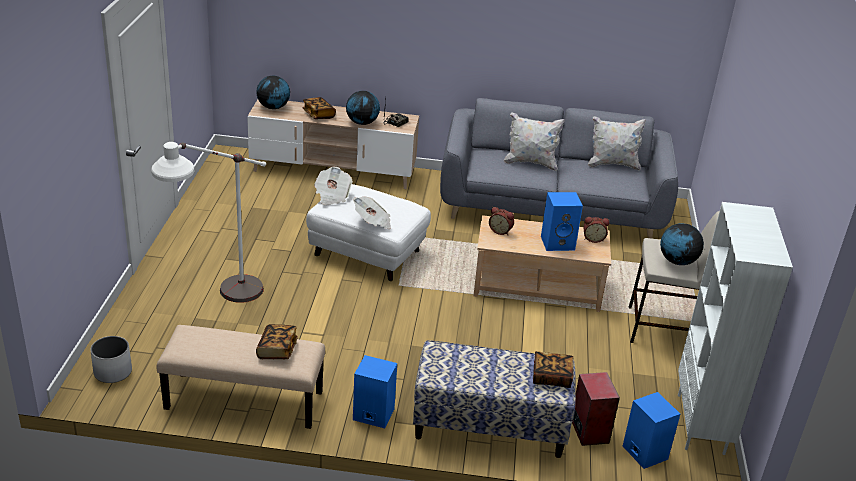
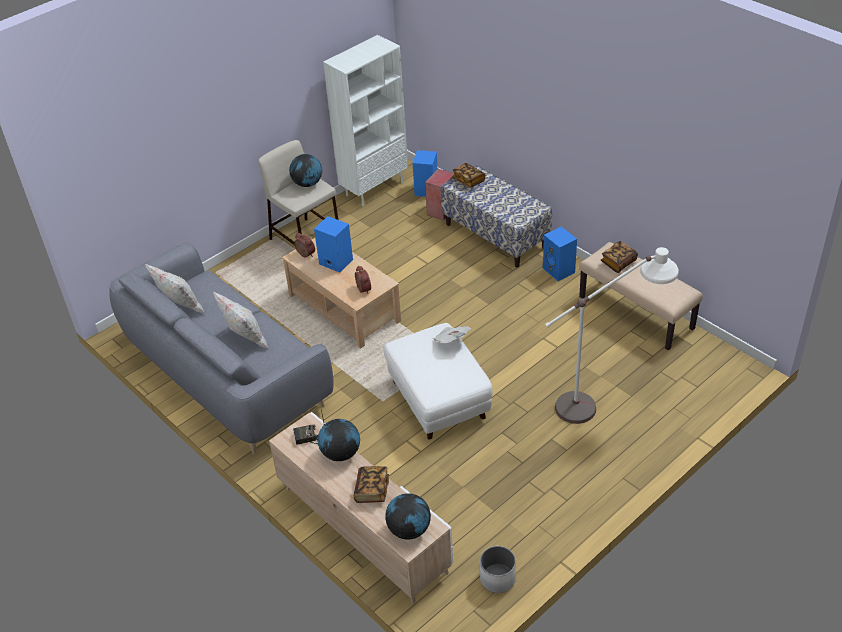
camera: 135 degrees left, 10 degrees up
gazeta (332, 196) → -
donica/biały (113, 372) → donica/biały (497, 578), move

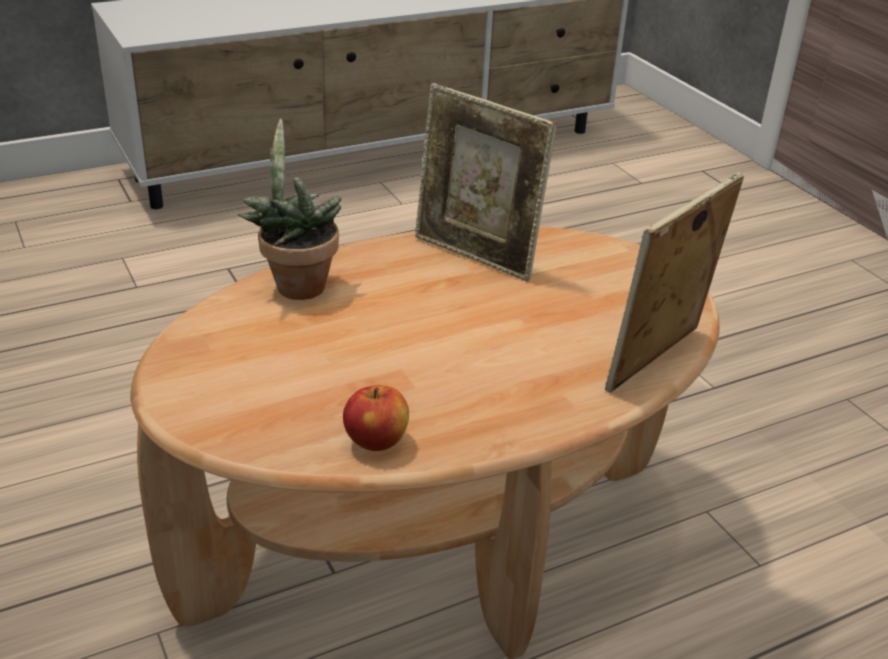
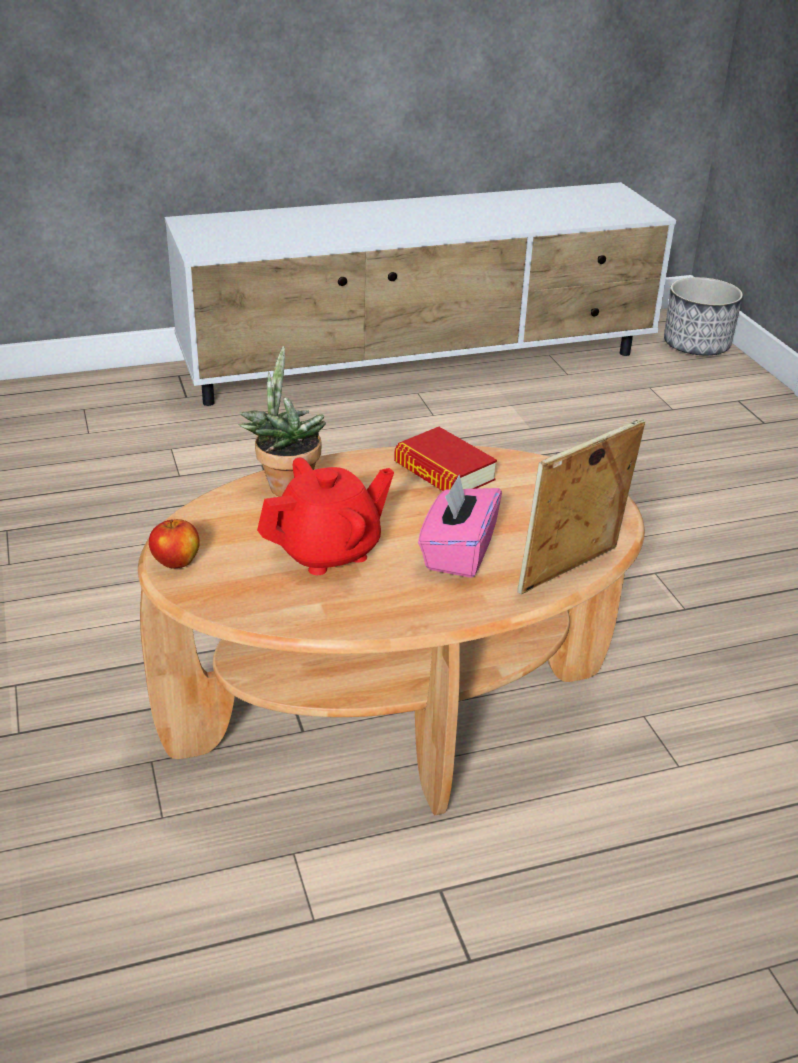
camera: 10 degrees right, 0 degrees up
- → imbryk/czerwony (328, 551)
- → pudełko chusteczek/różowy (458, 553)
- → donica (696, 346)
jabłko (376, 441) → jabłko (176, 562), move
ramka na zdjęcie (475, 256) → książka (444, 472)

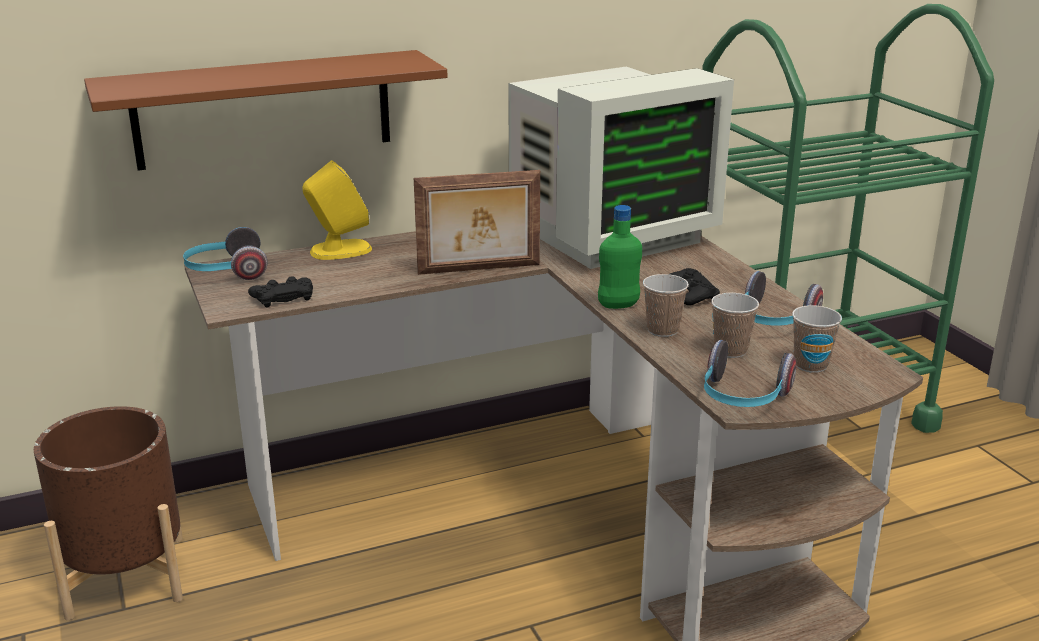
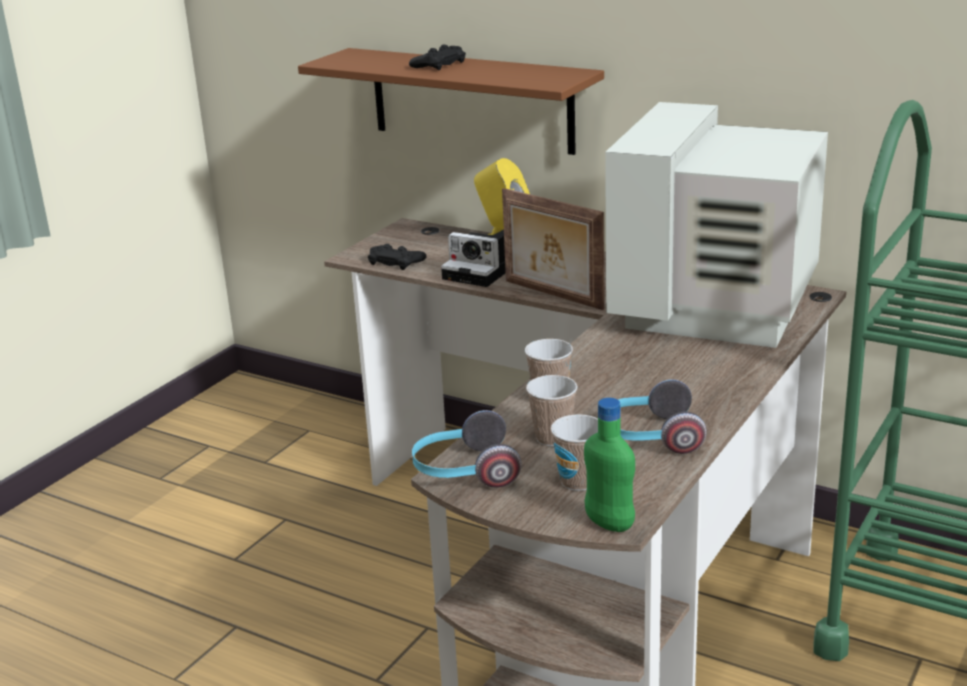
camera: 55 degrees right, 0 degrees up
donica/brązowy (126, 576) → -
słuchawki (226, 271) → -
- → aparat fotograficzny (483, 271)
butelka/zielony (618, 305) → butelka/zielony (609, 523), move
pad do gier/czarny (690, 293) → pad do gier/czarny (438, 64), move
monitor (607, 234) → monitor (718, 308), 90 degrees clockwise

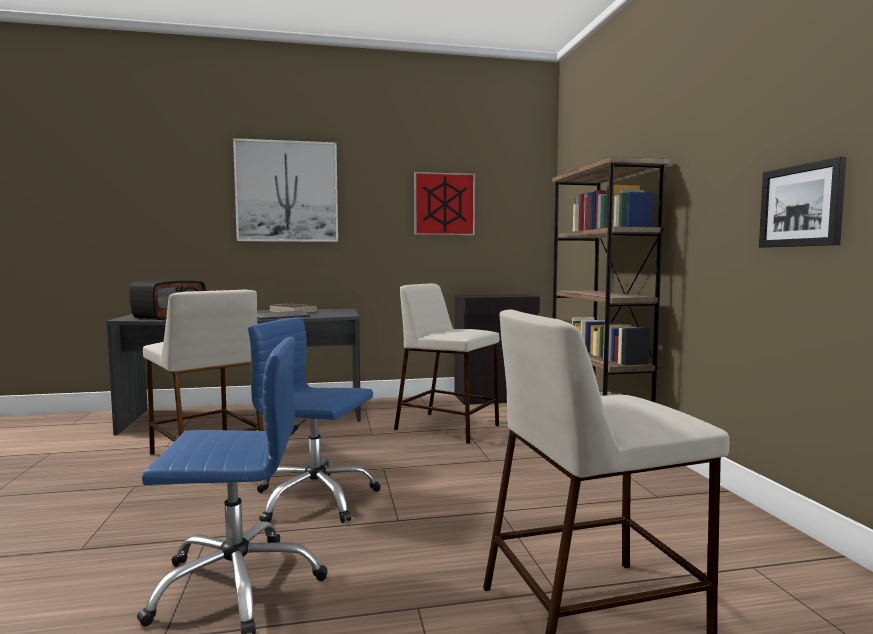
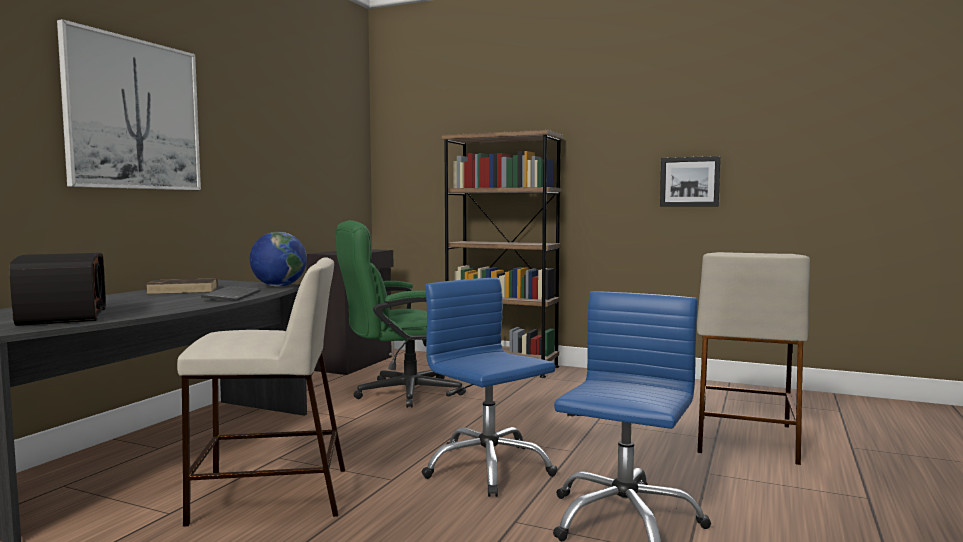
camera: 55 degrees left, 0 degrees up
obraz (444, 204) → -
- → globus (279, 286)
stołek/beżowy (448, 427) → krzesło biurowe/zielony (398, 393)
krzesło biurowe/niebieski (315, 499) → krzesło biurowe/niebieski (487, 468), 90 degrees clockwise

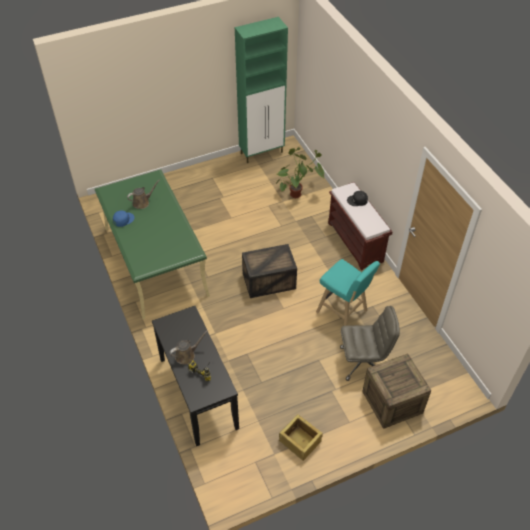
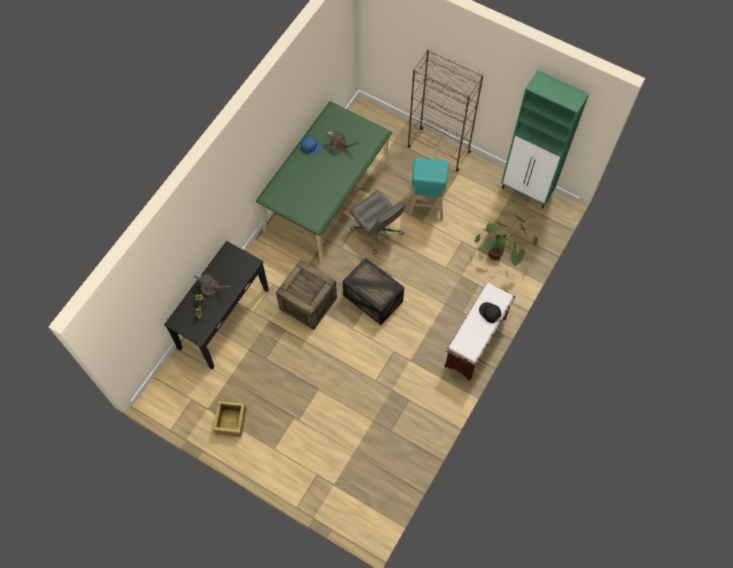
camera: 55 degrees right, 15 degrees up
- → regał/brązowy (438, 149)
stołek/turkusowy (343, 313) → stołek/turkusowy (426, 205), move
krzesło biurowe/szary (363, 362) → krzesło biurowe/szary (377, 232), move
skrzynka (392, 402) → skrzynka (308, 303), move

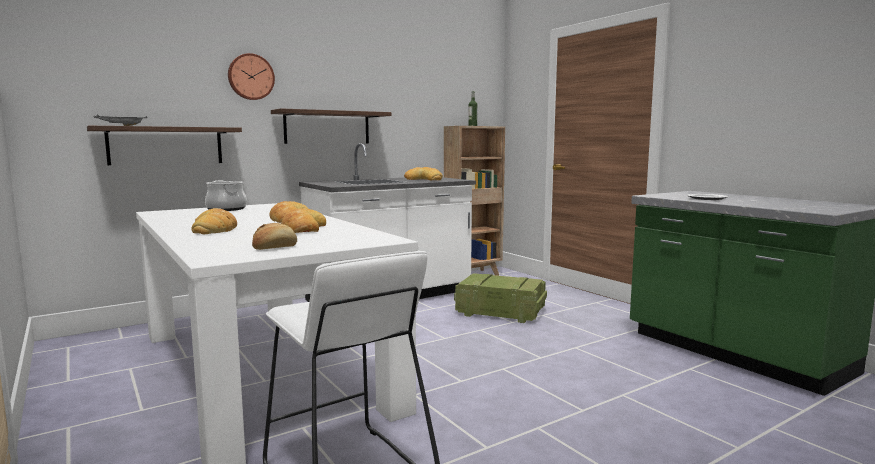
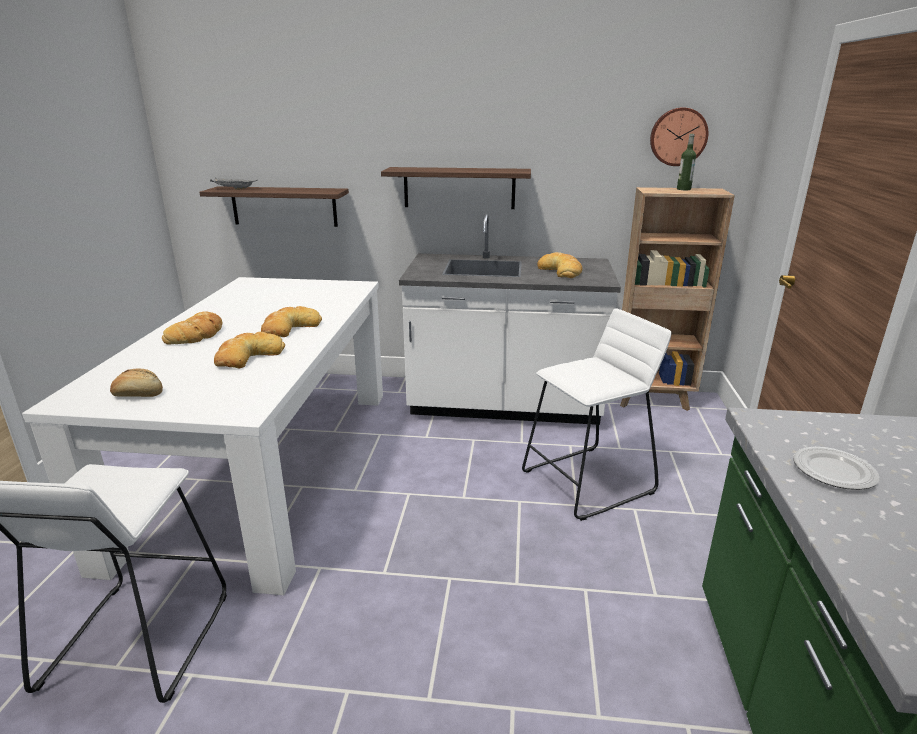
camera: 40 degrees right, 15 degrees up
garnek (226, 209) → -
zegar ścienny (250, 77) → zegar ścienny (678, 137), move
skrzynka (501, 312) → stołek/biały (588, 482)

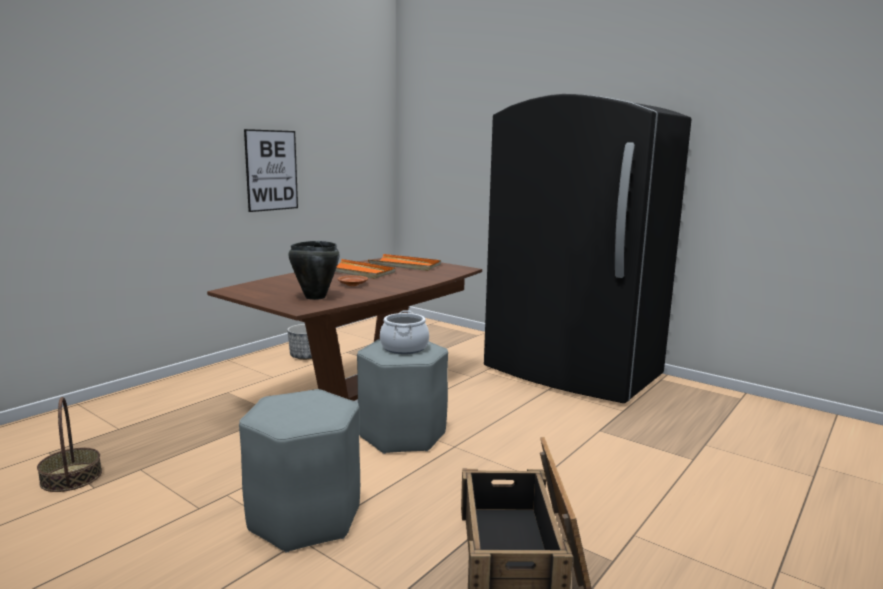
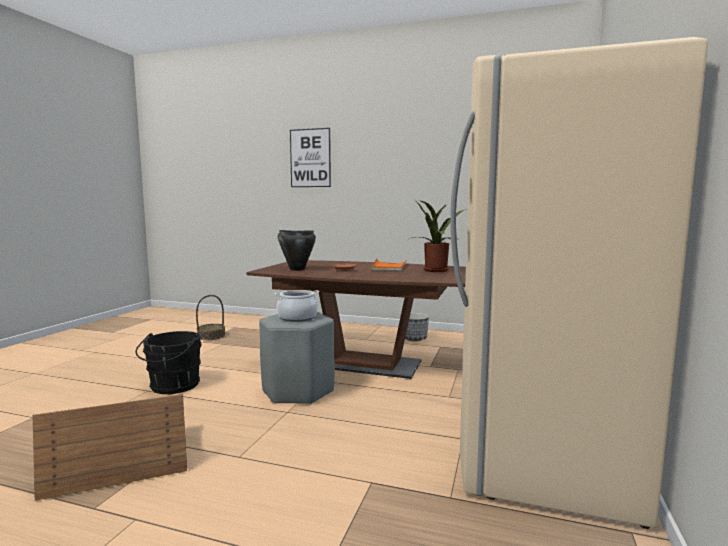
camera: 70 degrees right, 5 degrees down
obraz (271, 170) → obraz (310, 158), move
stołek/szary (305, 517) → wiadro/czarny (173, 386)
taca/pomarańczowy (405, 265) → roślina doniczkowa (437, 271)
lodówka/czarny (572, 372) → lodówka/beżowy (541, 448)

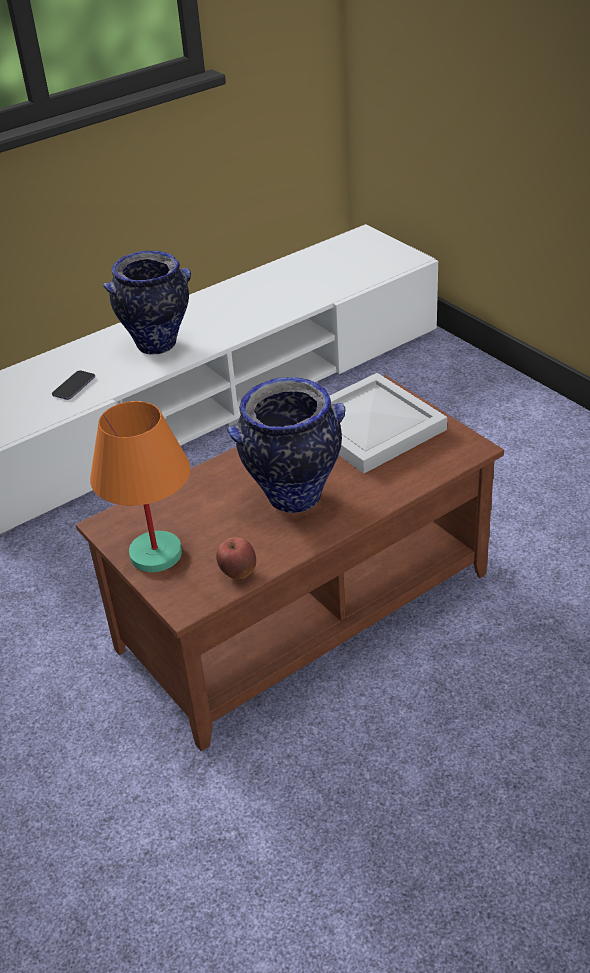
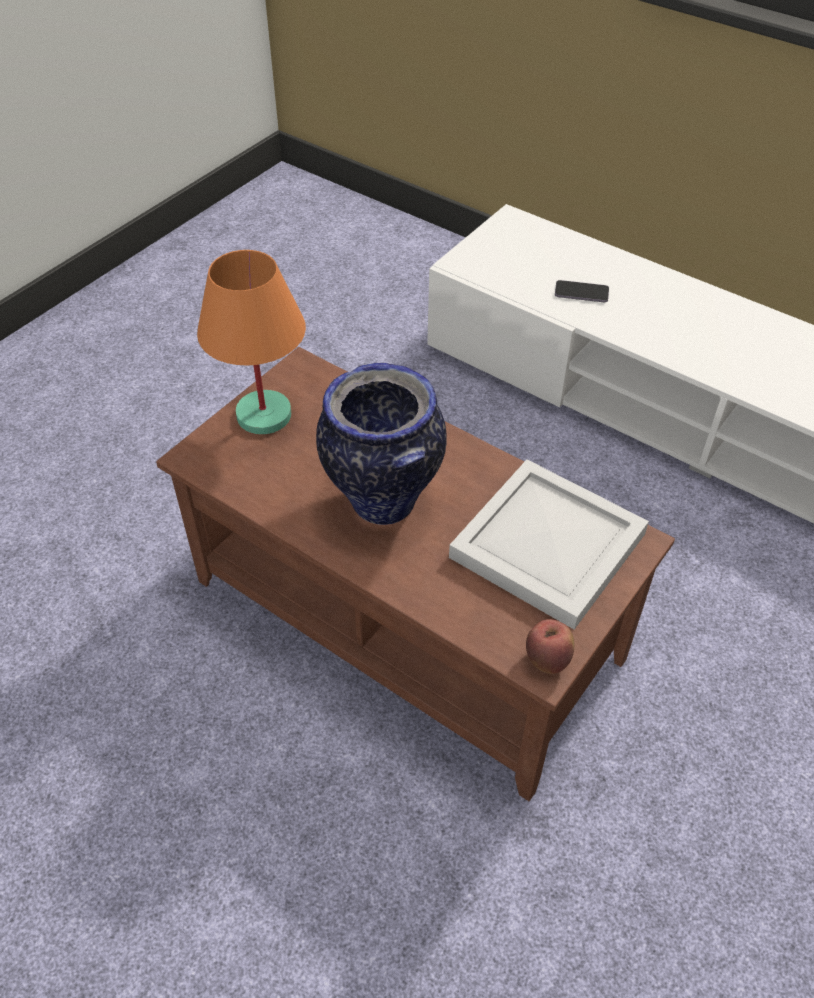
camera: 70 degrees right, 10 degrees up
wazon (158, 344) → -
jabłko (238, 573) → jabłko (547, 660), move

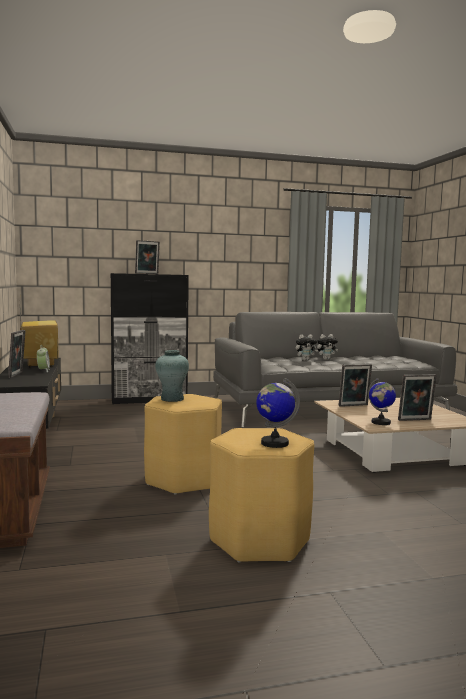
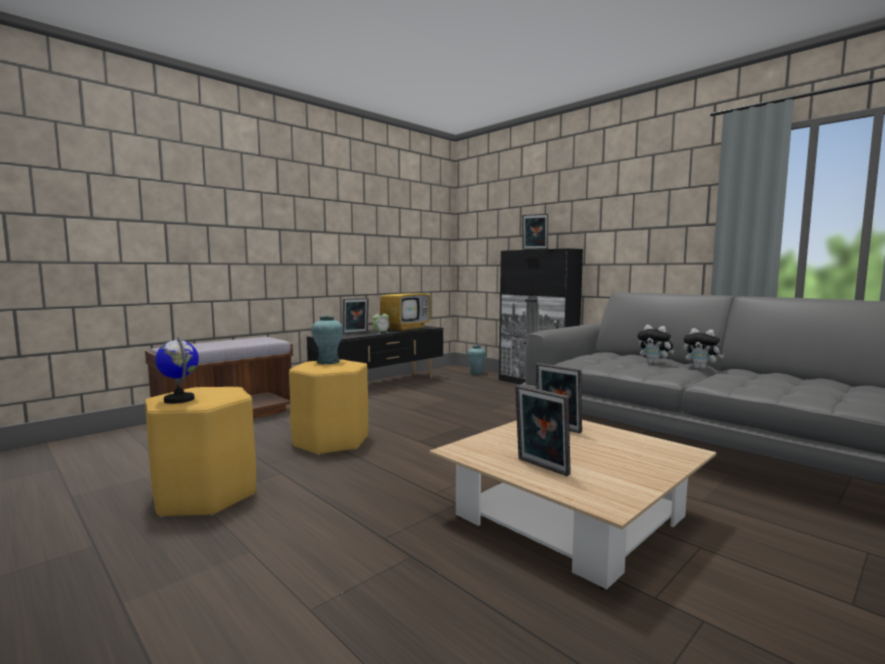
camera: 60 degrees right, 0 degrees up
globus (381, 422) → -
- → wazon/turkusowy (476, 373)

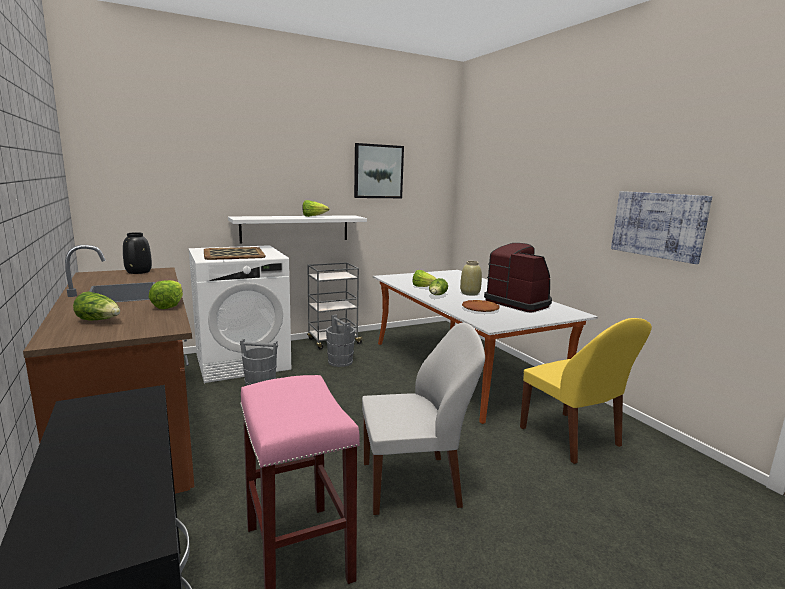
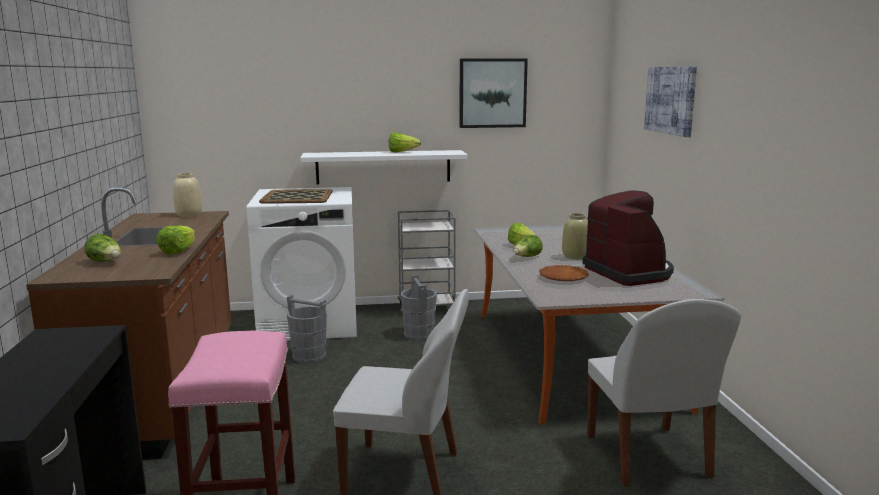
camera: 20 degrees right, 0 degrees up
obraz (658, 225) → obraz (670, 100), move
wazon/czarny (139, 272) → wazon/beżowy (189, 215)
krzesło/żółty (571, 438) → krzesło/biały (648, 458)

